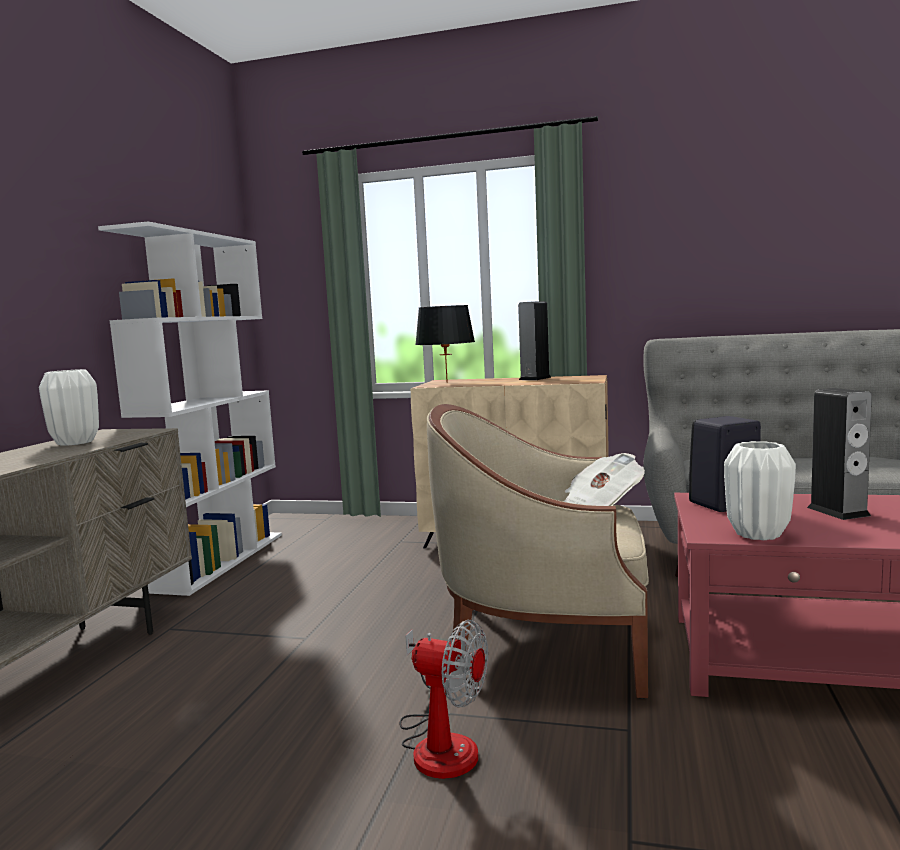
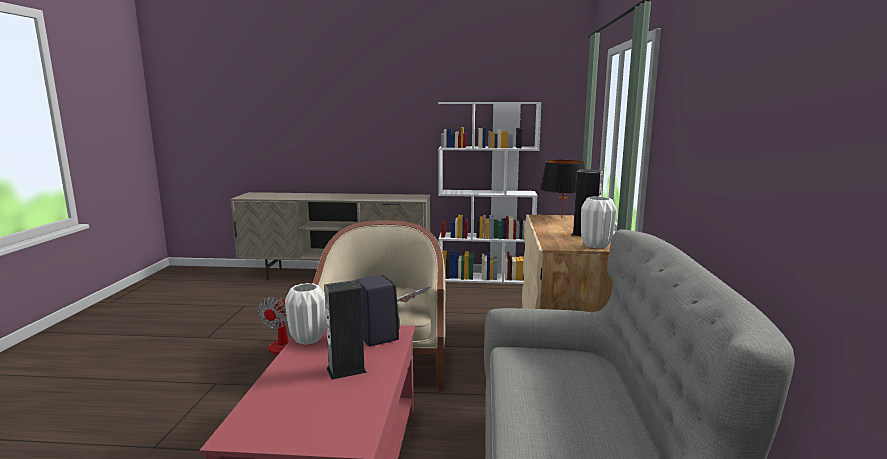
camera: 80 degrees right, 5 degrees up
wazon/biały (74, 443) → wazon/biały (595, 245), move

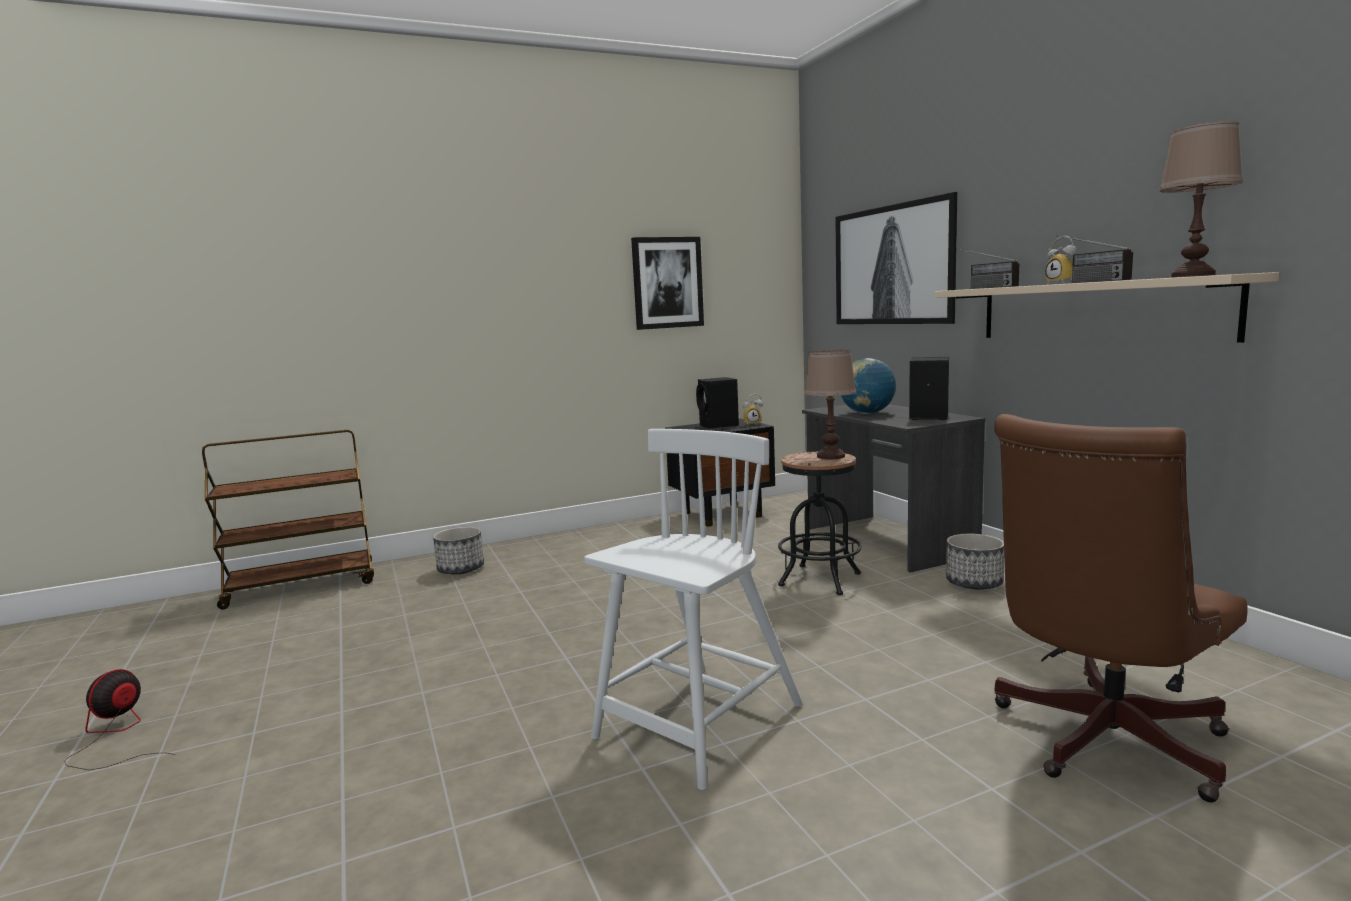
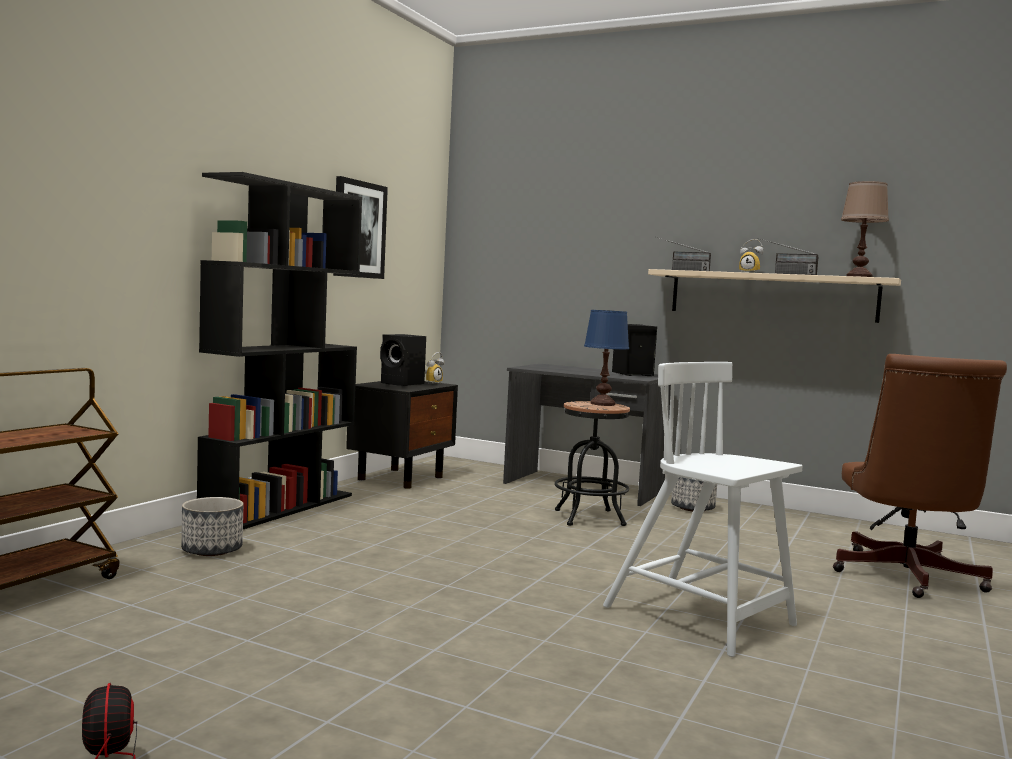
camera: 40 degrees left, 5 degrees down
obraz (893, 265) → -
globus (867, 413) → -
- → regał/czarny (279, 508)
lampa stołowa/brązowy (831, 456) → lampa stołowa/niebieski (603, 404)
krzesło/biały (698, 724) → krzesło/biały (701, 617), 45 degrees counterclockwise

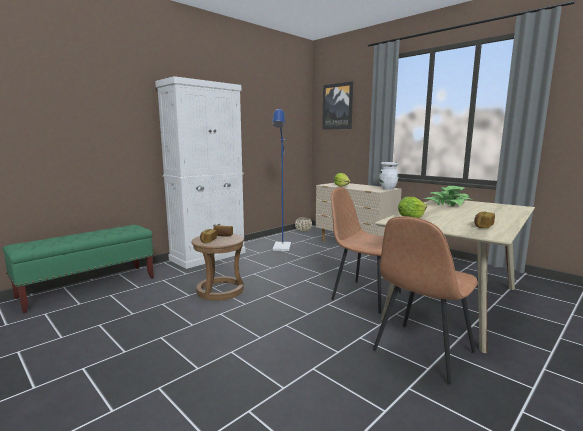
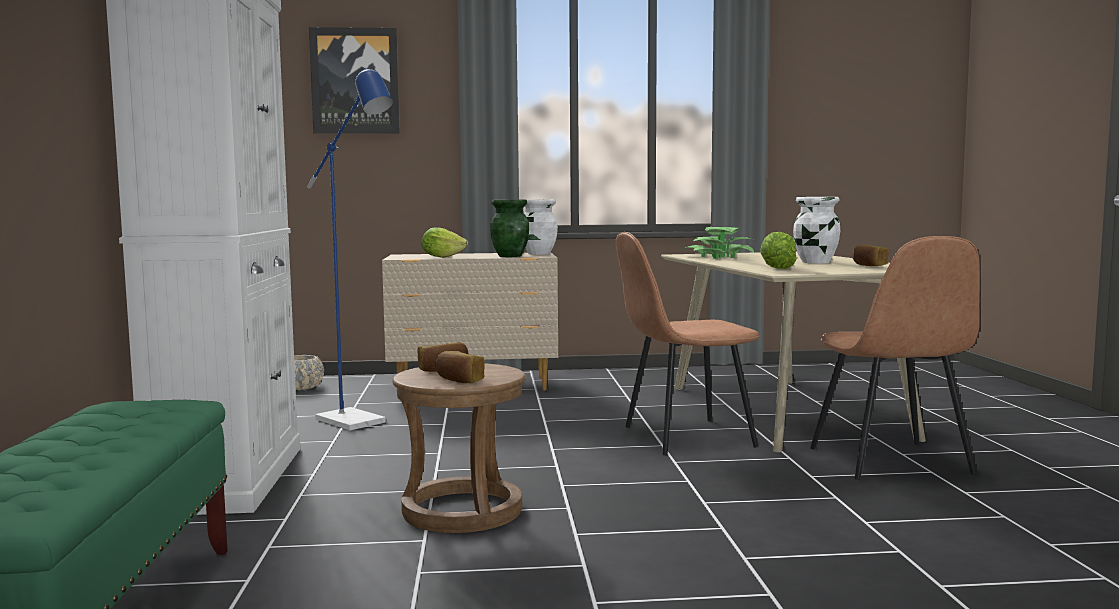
camera: 50 degrees left, 5 degrees down
- → wazon/zielony (510, 256)
- → wazon/biały (815, 262)

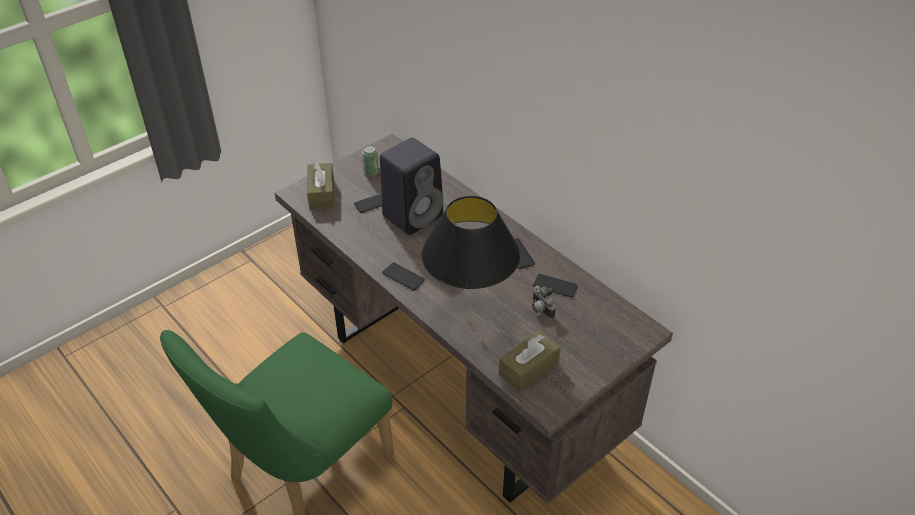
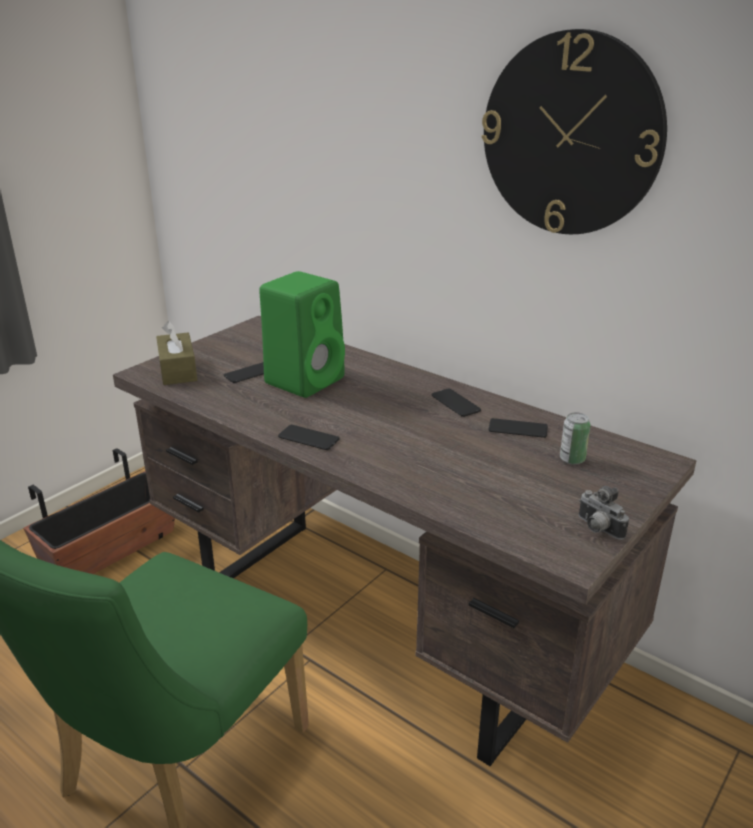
camera: 10 degrees left, 15 degrees down
lampa stołowa/czarny (470, 323) → -
pudełko chusteczek/brązowy (528, 368) → -
- → donica (110, 550)
- → zegar ścienny (571, 135)
puszka (371, 172) → puszka (572, 459), move
aparat fotograficzny (540, 309) → aparat fotograficzny (597, 529), move
głośnik/czarny (414, 215) → głośnik/zielony (306, 379)

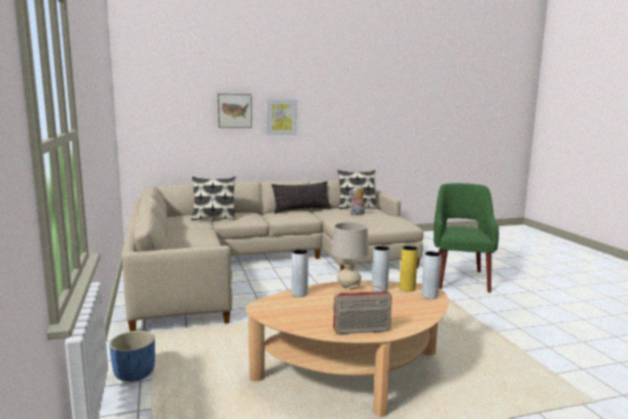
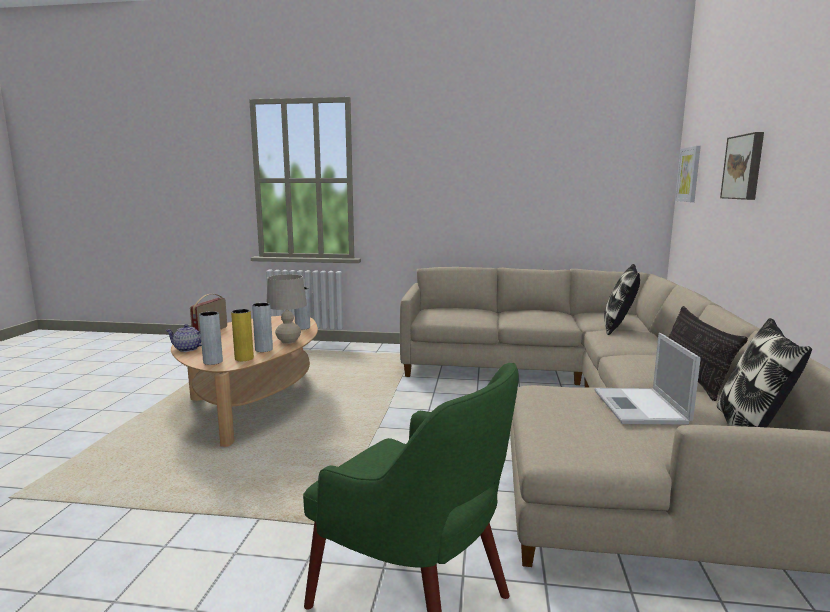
camera: 115 degrees right, 0 degrees up
donica/niebieski (134, 373) → -
- → imbryk (188, 349)
obraz (281, 117) → obraz (689, 174), move
pluszak (357, 213) → laptop (641, 407)

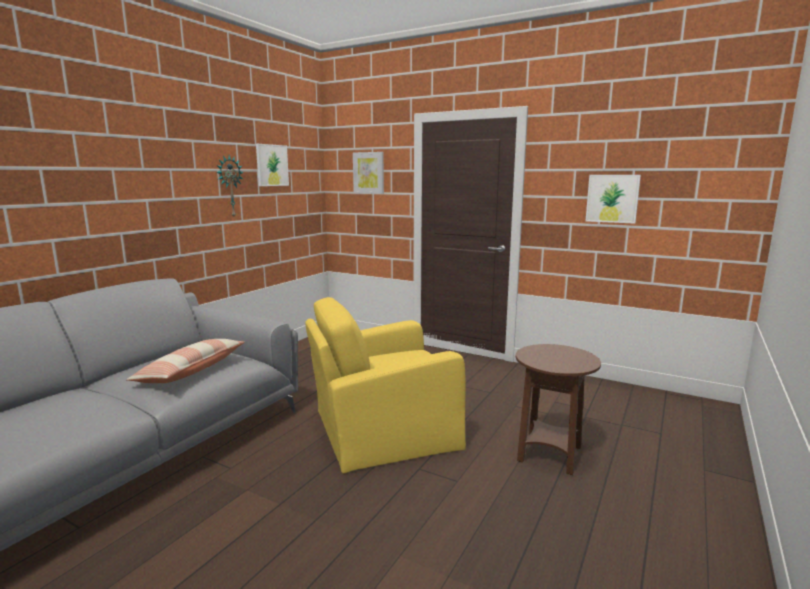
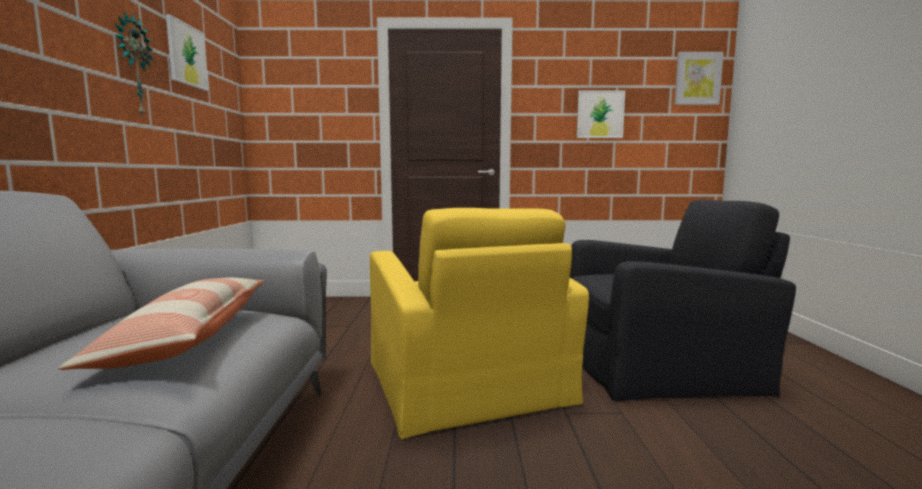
camera: 30 degrees left, 5 degrees down
obraz (369, 173) → obraz (697, 79), move
stolik/brązowy (549, 454) → fotel/czarny (658, 363)
fotel/żółty (383, 429) → fotel/żółty (467, 384), 60 degrees counterclockwise

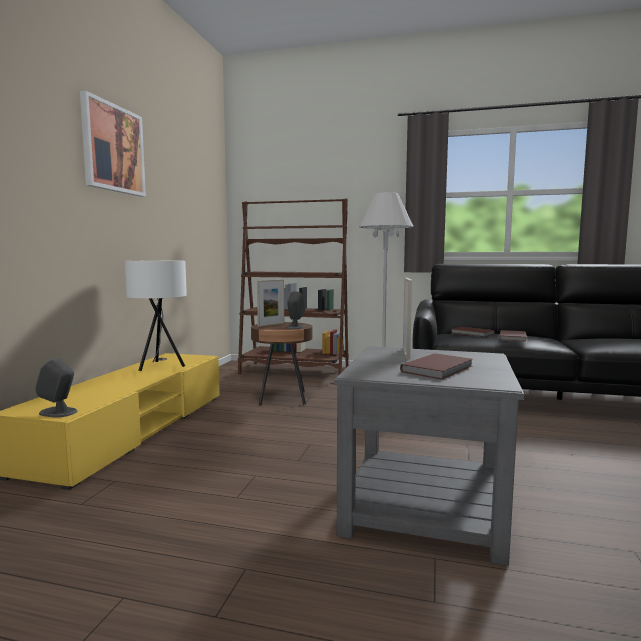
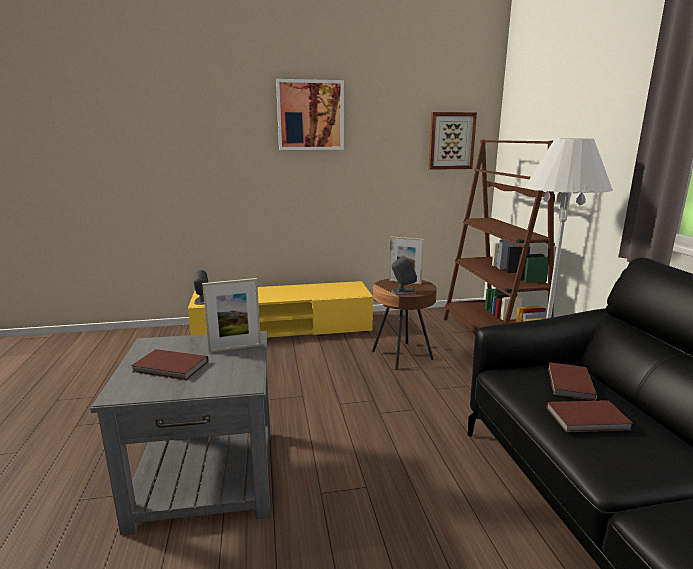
camera: 65 degrees right, 10 degrees up
lampa stołowa/biały (160, 366) → -
- → obraz (451, 141)

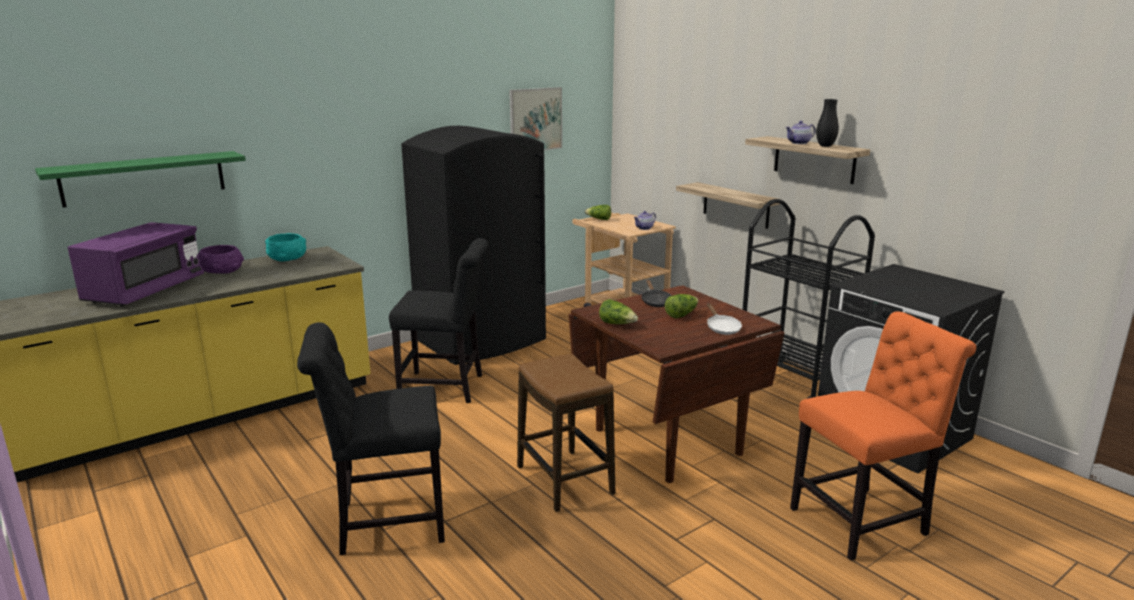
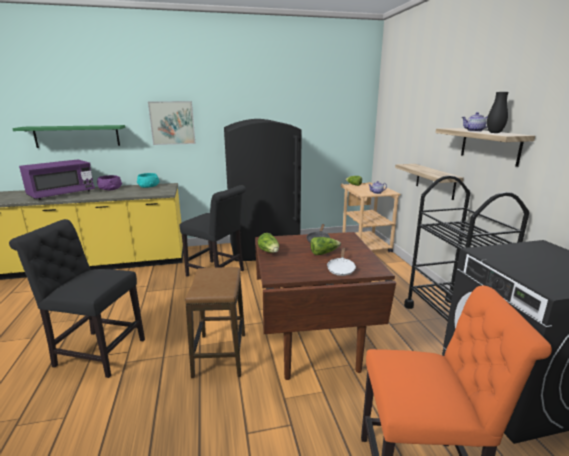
camera: 25 degrees right, 0 degrees up
obraz (535, 119) → obraz (172, 123), move

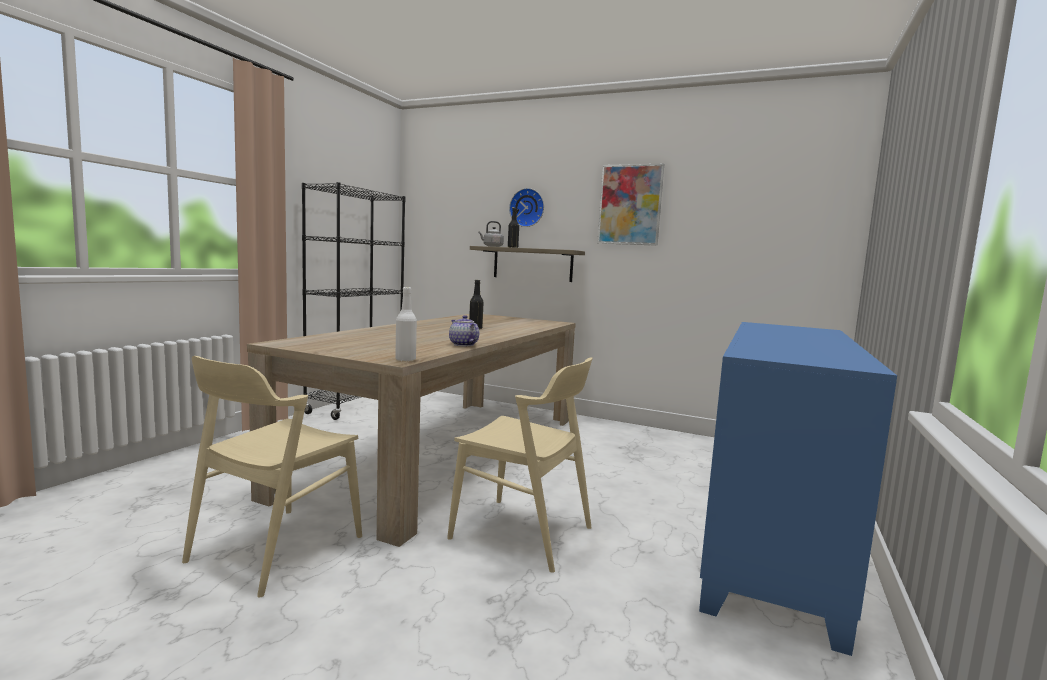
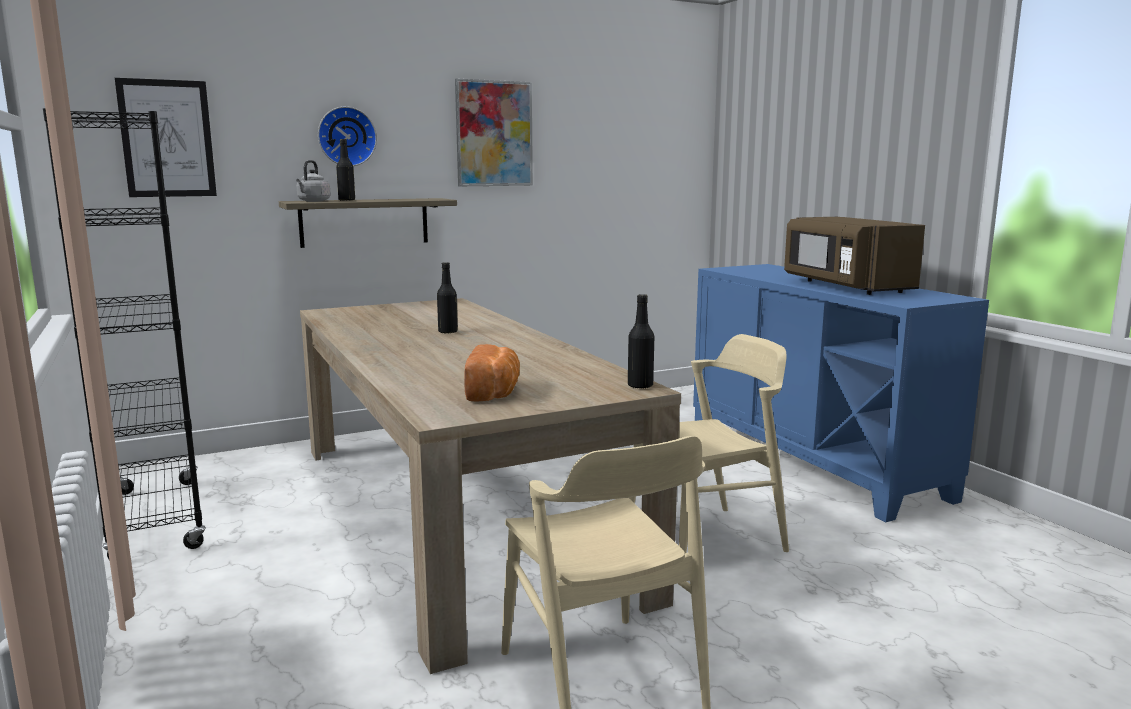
camera: 50 degrees left, 5 degrees up
imbryk (462, 345) → -
- → obraz (167, 139)
- → chleb (495, 393)
- → mikrofalówka/brązowy (845, 286)
butelka/biały (405, 360) → butelka/czarny (640, 386)

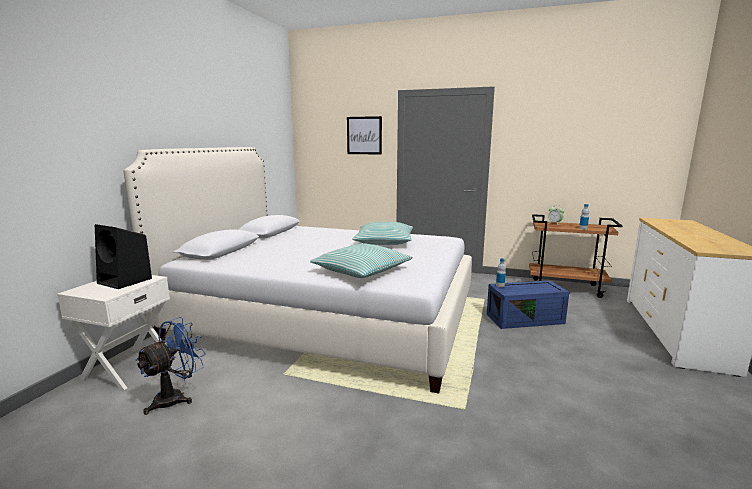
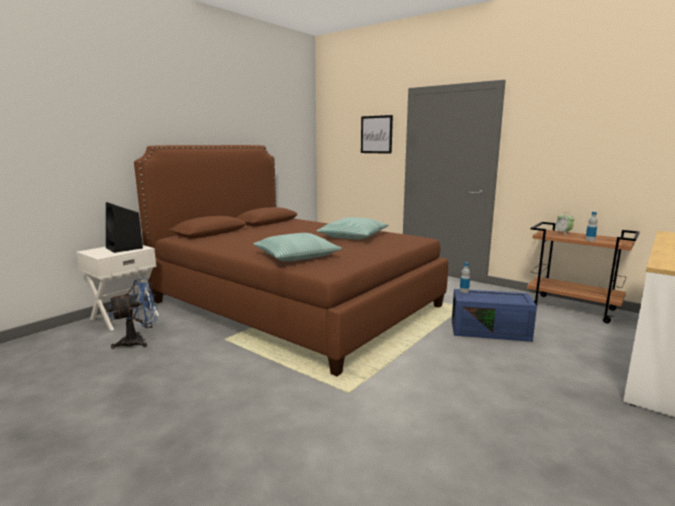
camera: 20 degrees right, 0 degrees up
łóżko/biały (325, 319) → łóżko/brązowy (294, 304)

